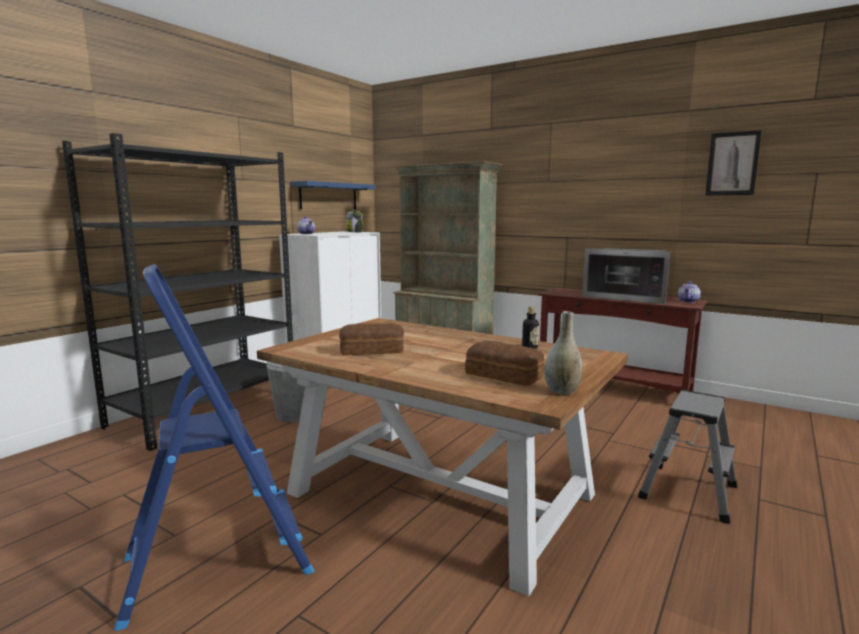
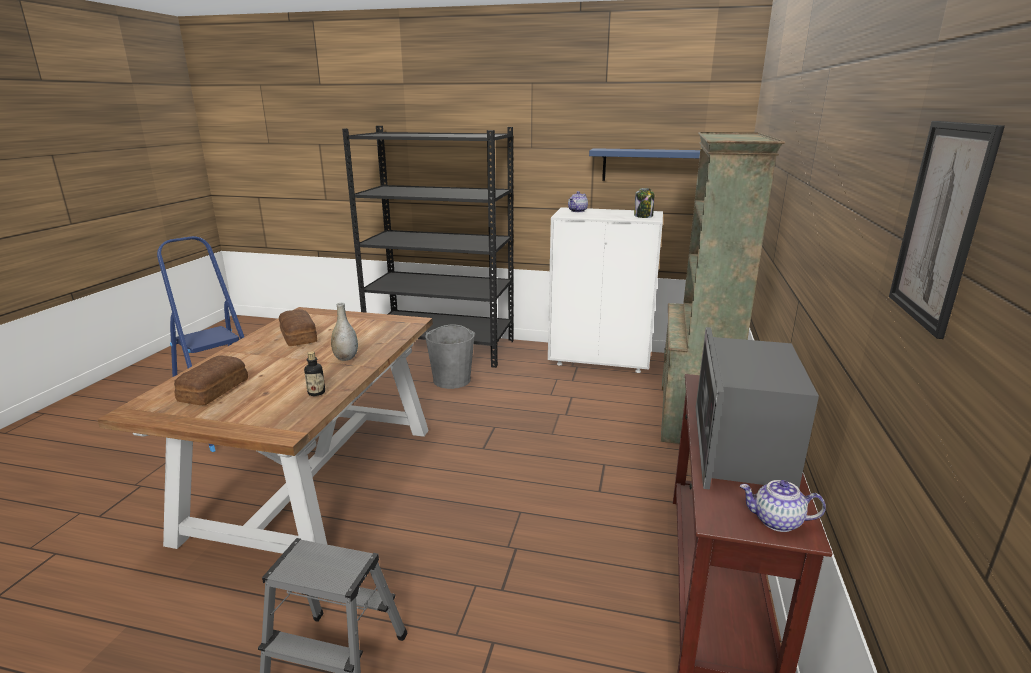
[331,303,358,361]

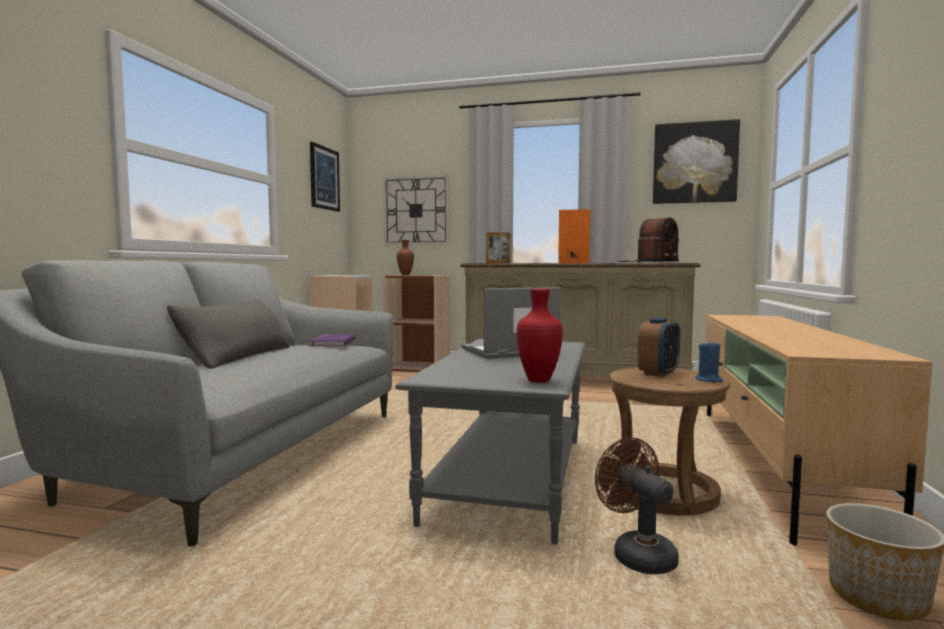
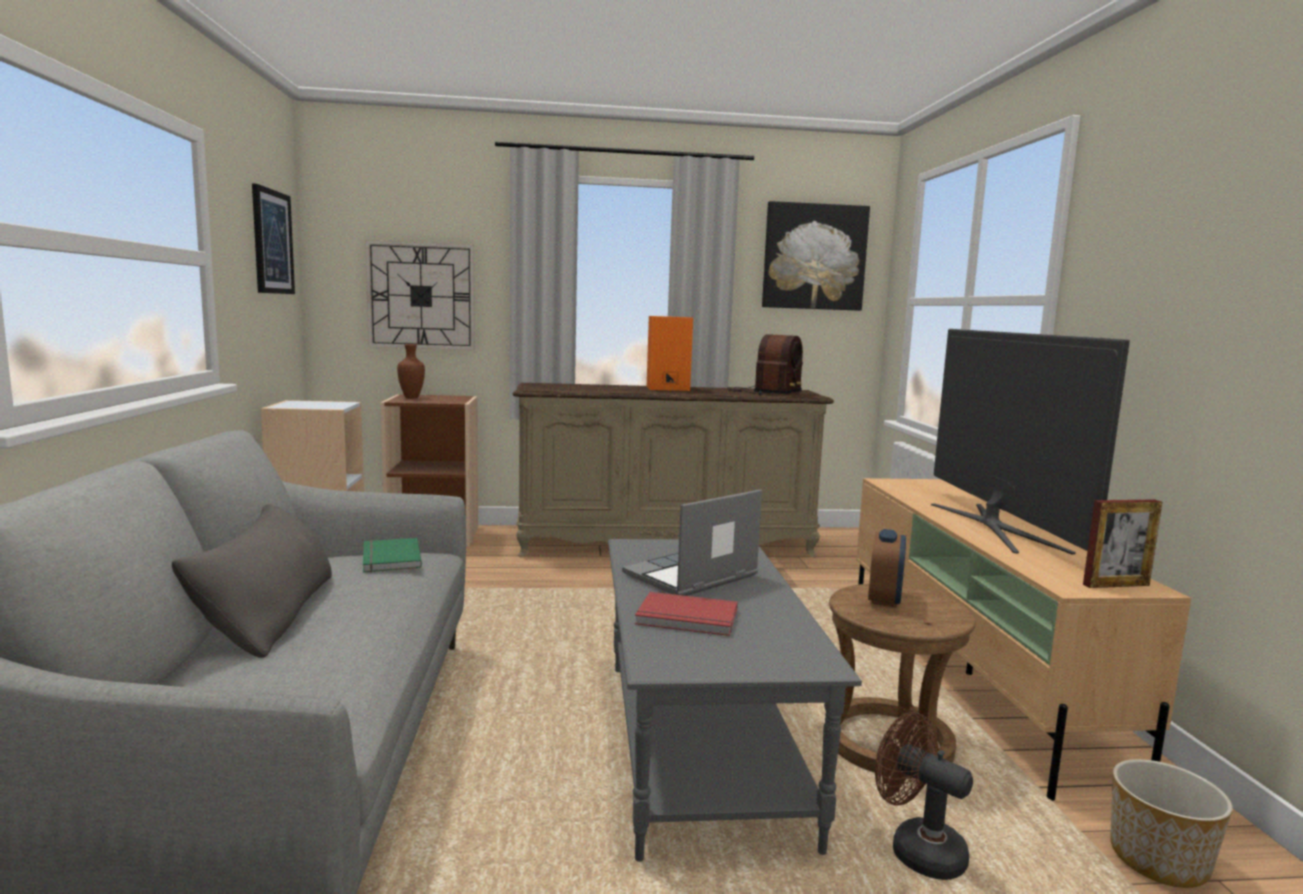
[517,289,563,383] (first image)
[695,341,723,383] (first image)
[635,592,737,636]
[931,329,1130,554]
[1083,500,1162,588]
[363,538,422,572]

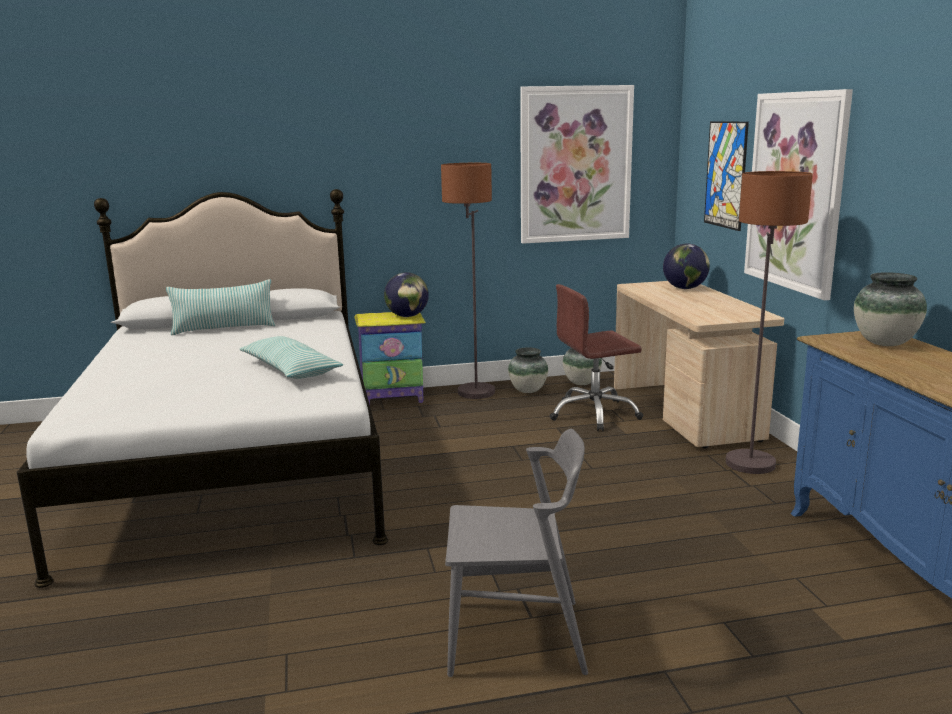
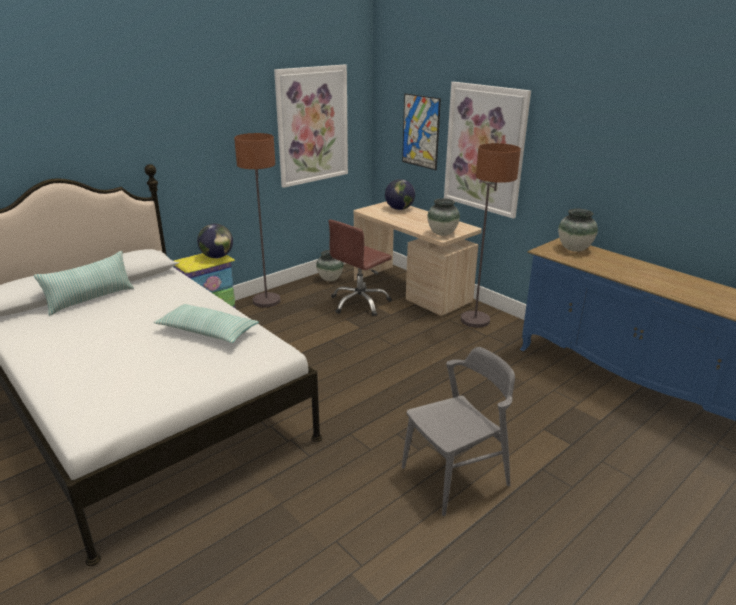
[427,198,460,236]

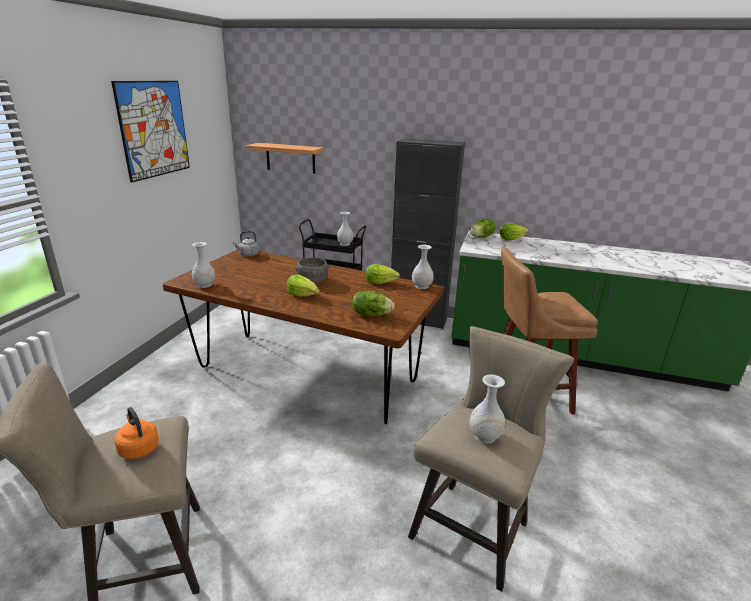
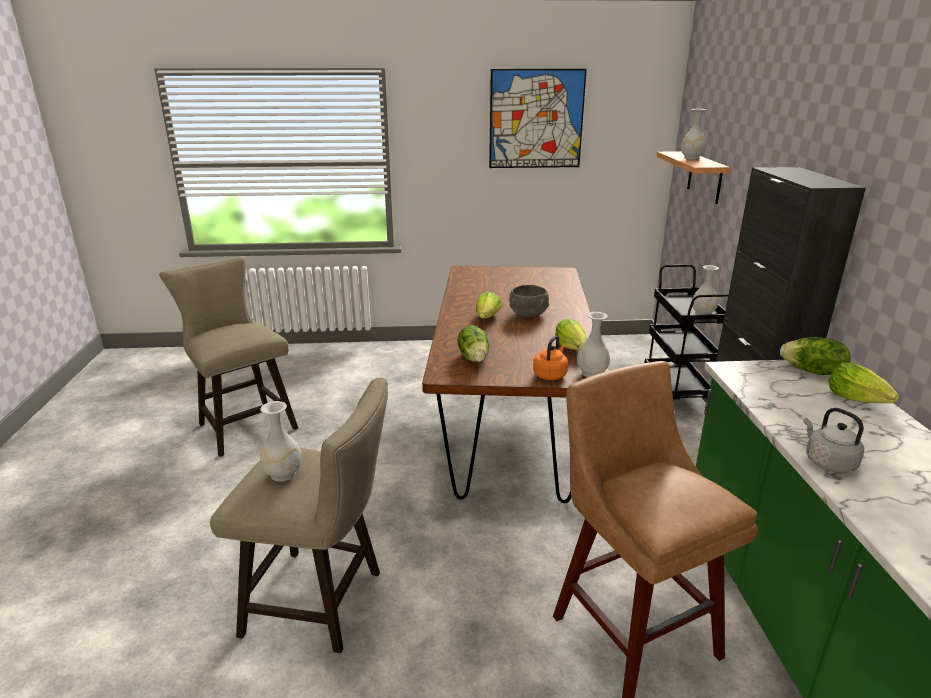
[533,336,568,380]
[681,109,706,160]
[804,408,864,473]

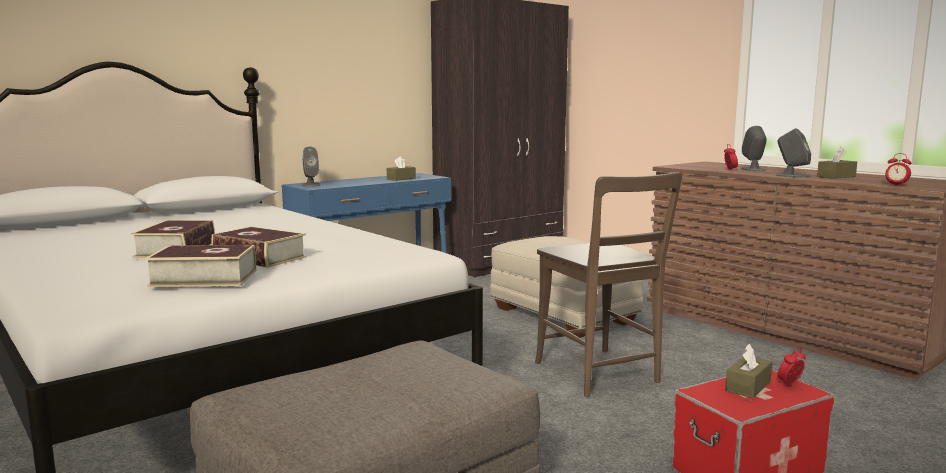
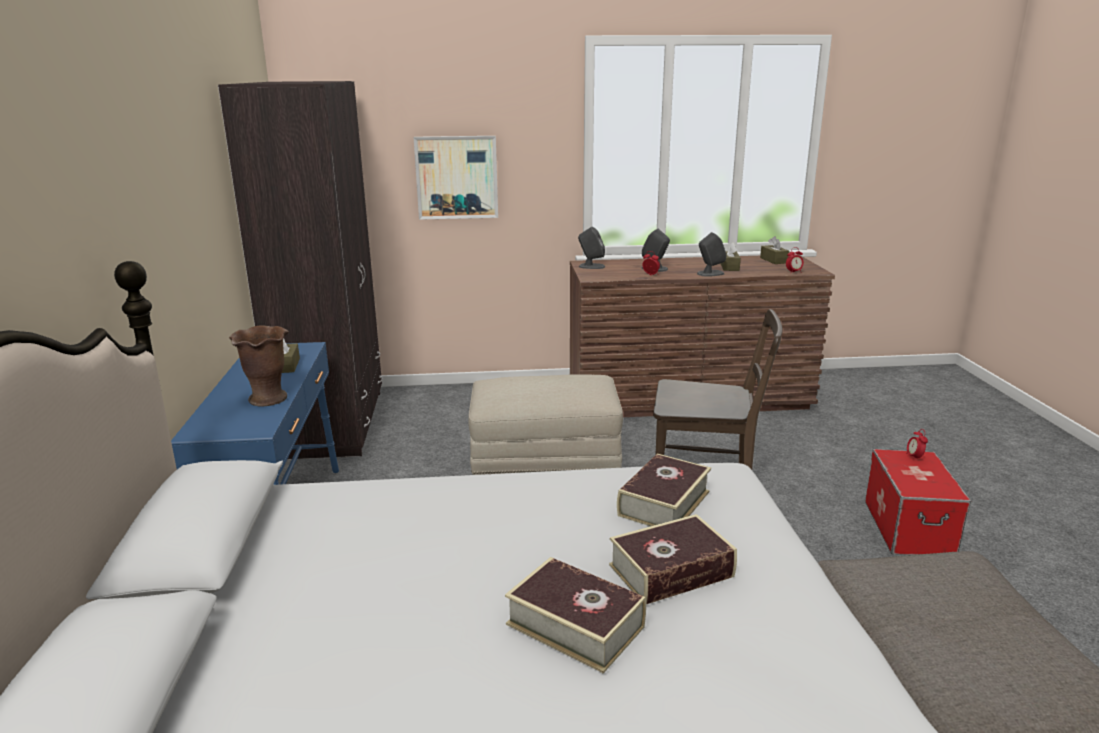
[229,325,289,407]
[413,136,498,220]
[617,453,711,526]
[578,227,605,269]
[760,236,790,264]

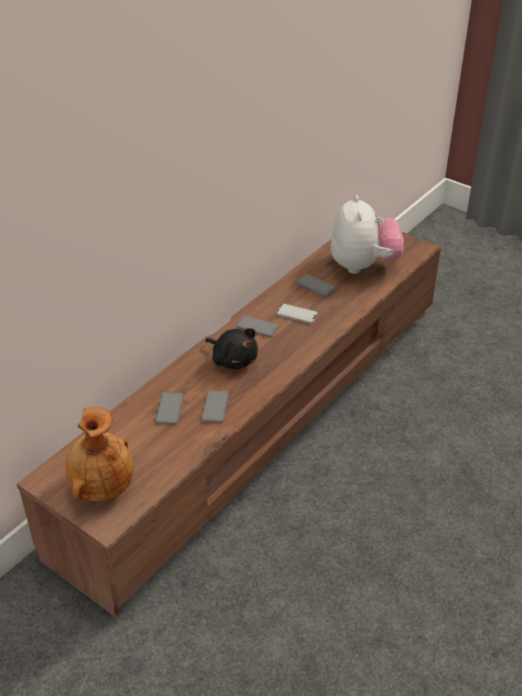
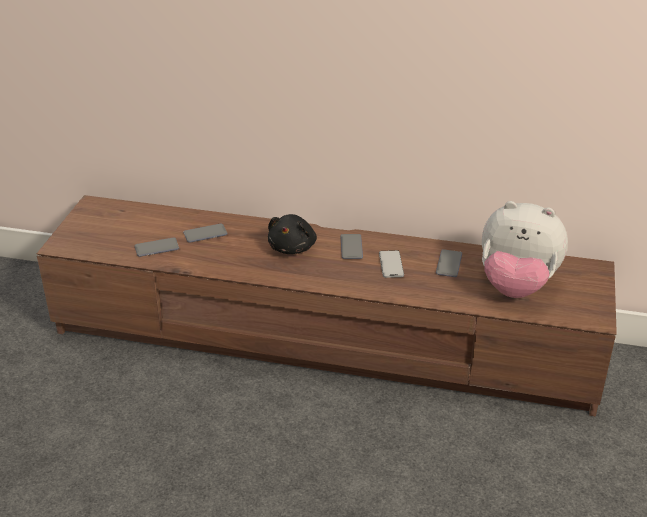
[66,407,133,502] (first image)
[135,237,179,257]
[482,201,568,298]

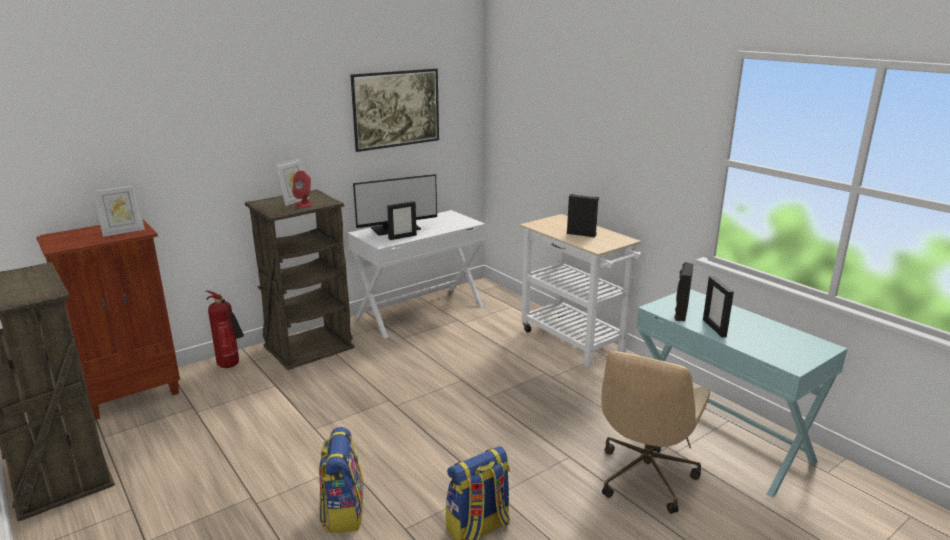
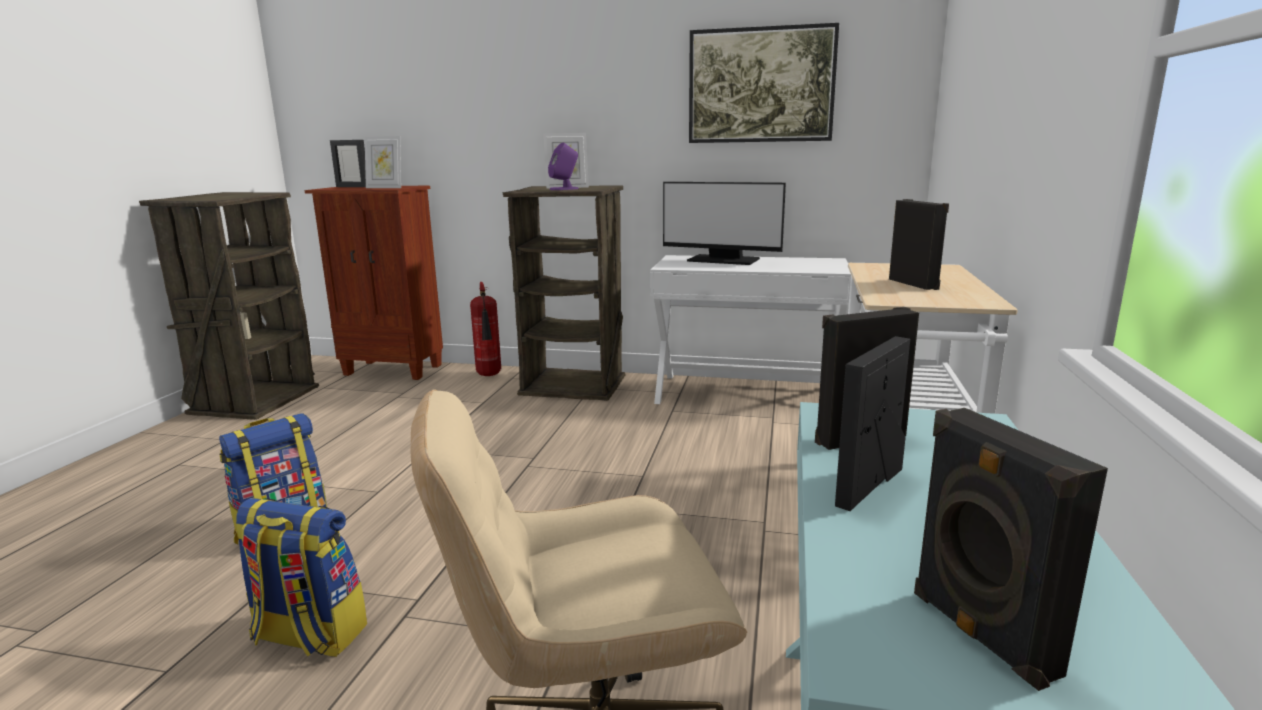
[914,408,1108,691]
[330,140,366,187]
[548,143,579,190]

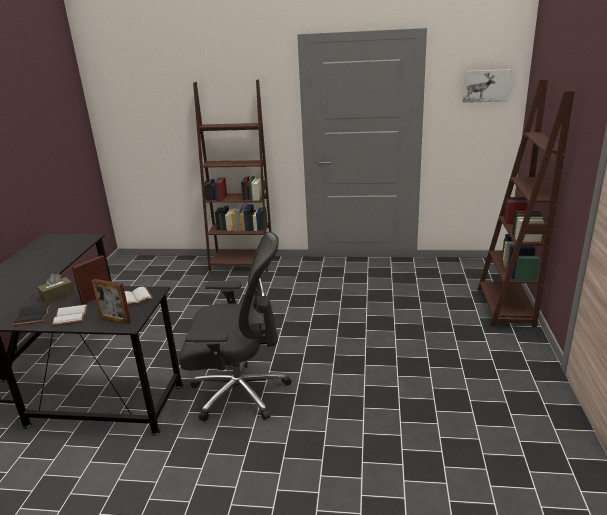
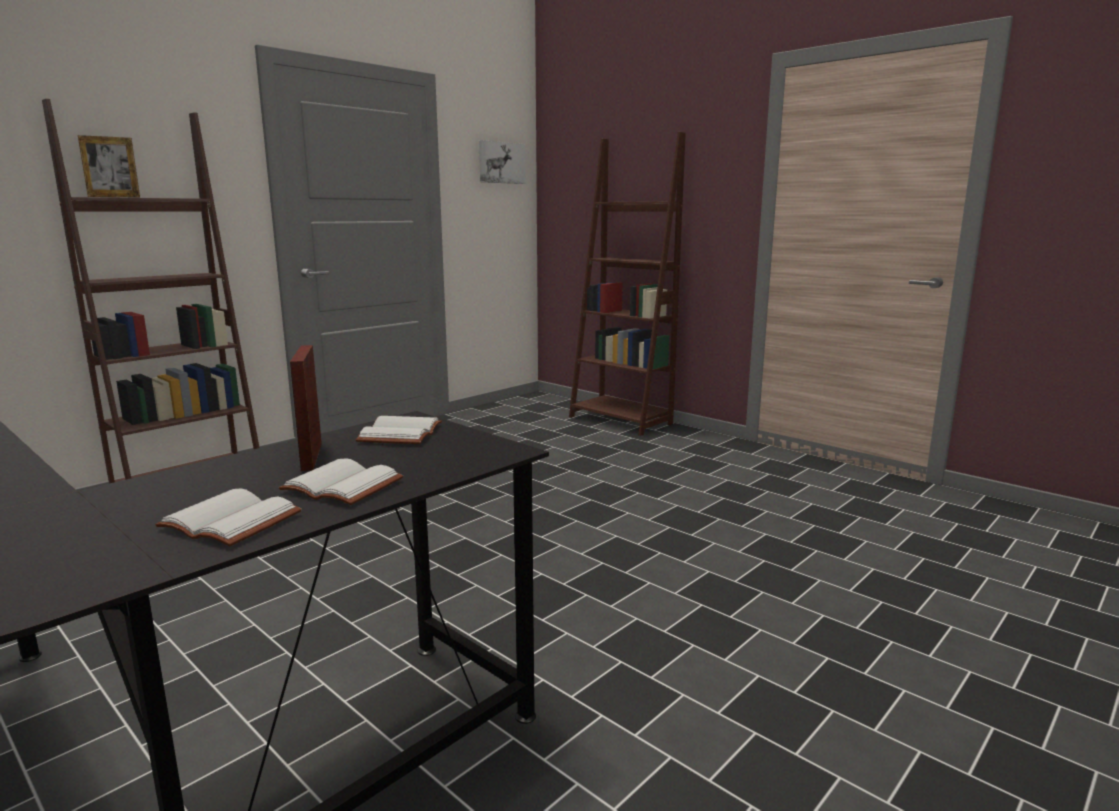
[37,273,75,303] (first image)
[179,232,292,422] (first image)
[78,135,140,197]
[155,488,302,546]

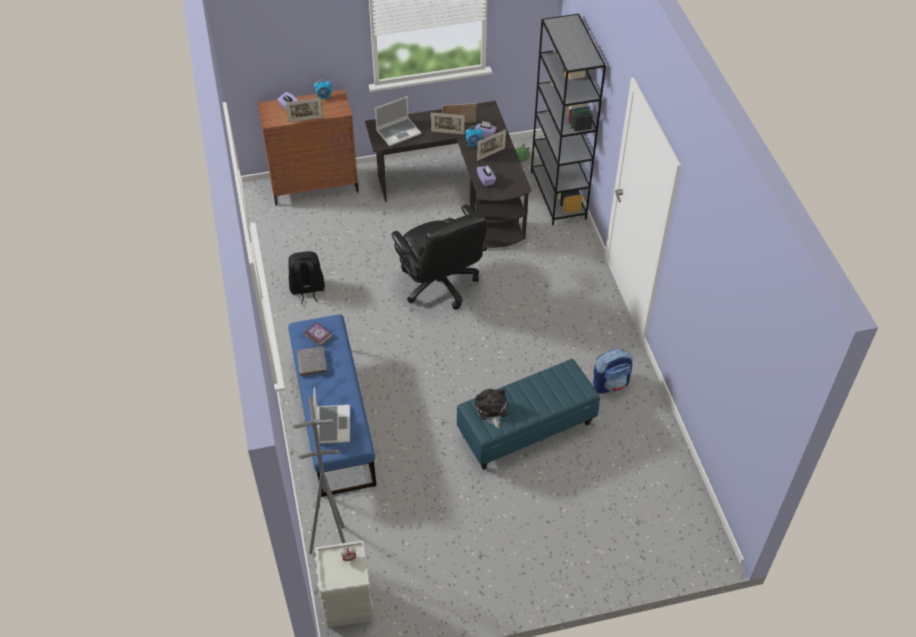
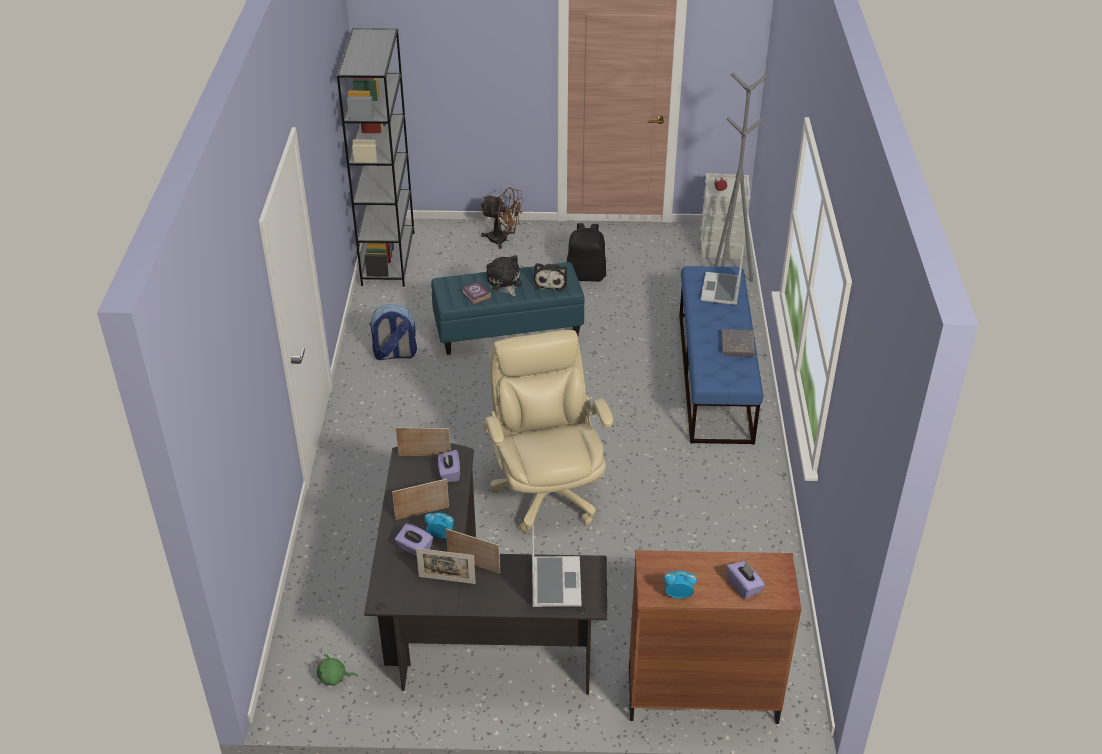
[480,187,524,249]
[486,255,522,296]
[396,427,451,456]
[567,223,606,282]
[462,281,491,305]
[337,28,415,287]
[484,330,613,533]
[532,525,582,607]

